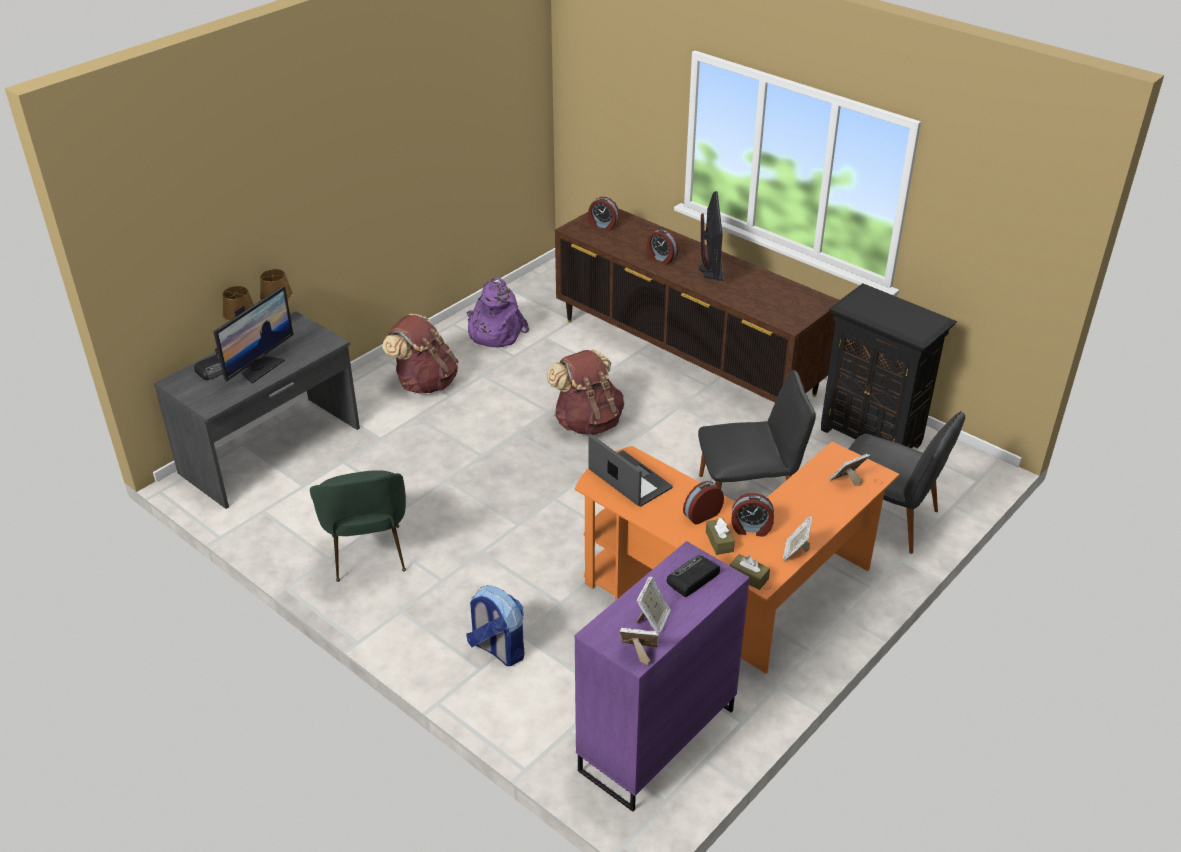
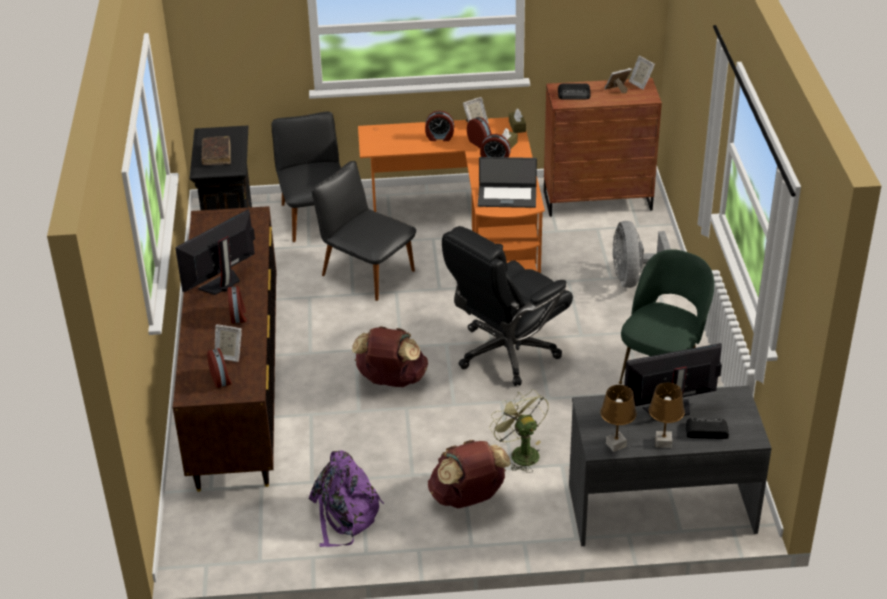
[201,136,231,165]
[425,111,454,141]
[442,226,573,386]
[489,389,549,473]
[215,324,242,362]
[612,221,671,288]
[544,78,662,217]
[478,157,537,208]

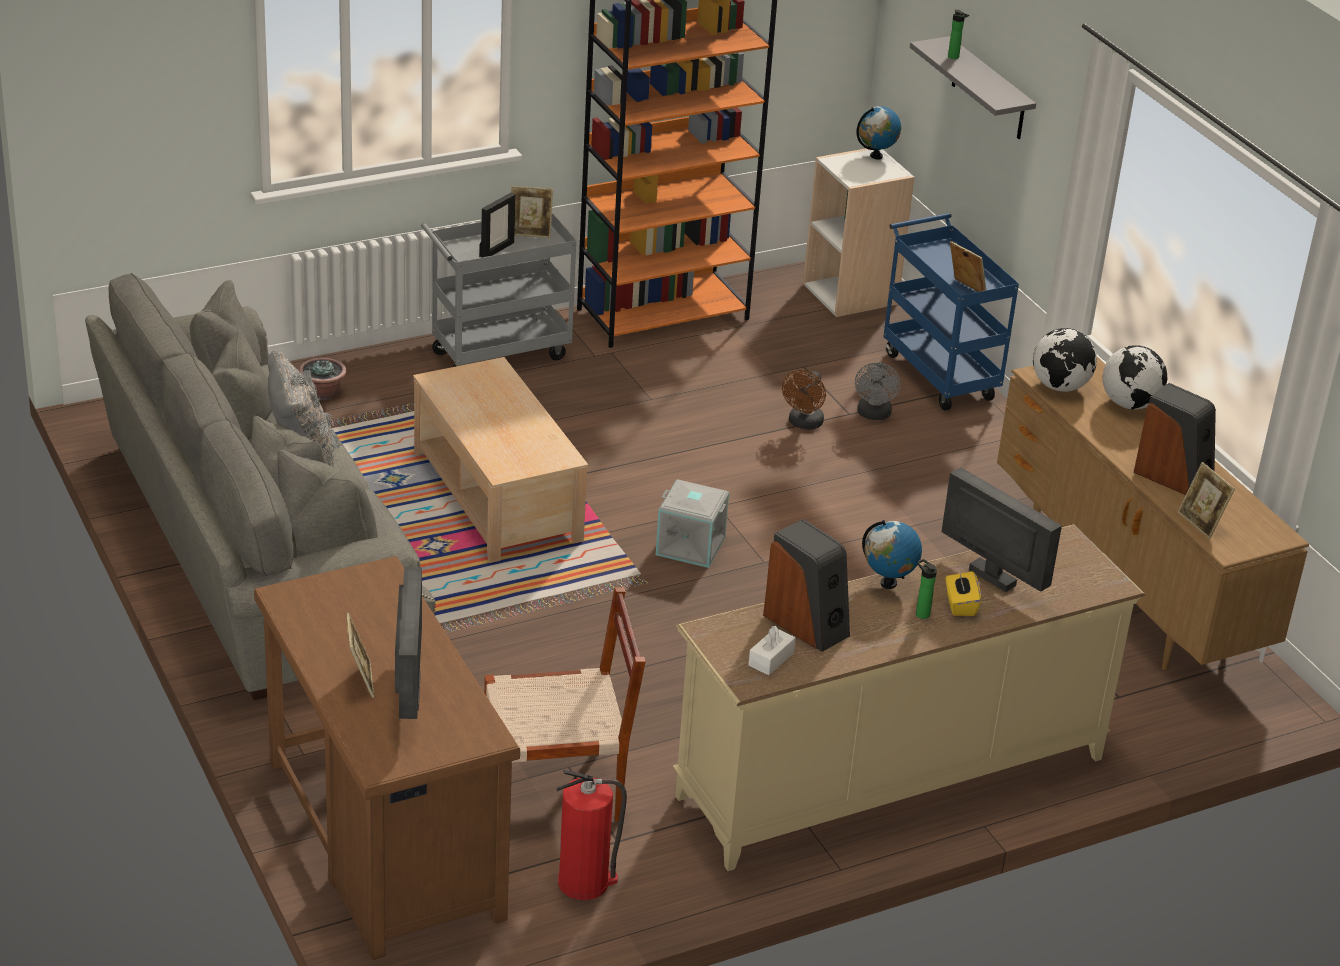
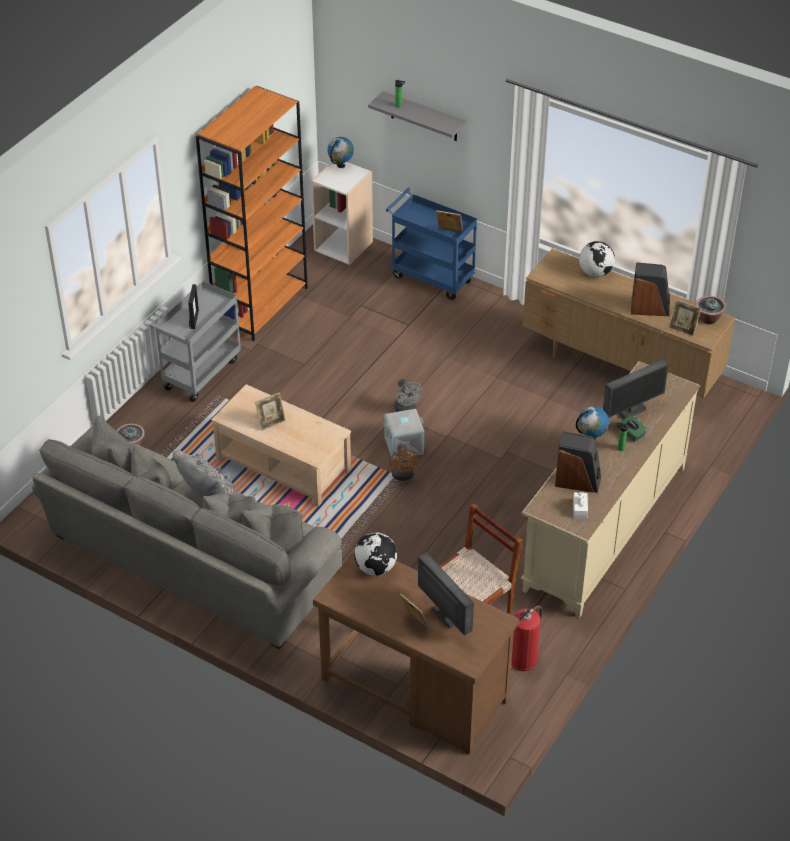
[696,296,726,324]
[255,392,286,431]
[390,444,419,481]
[394,379,423,412]
[354,533,397,576]
[620,414,647,442]
[603,359,669,419]

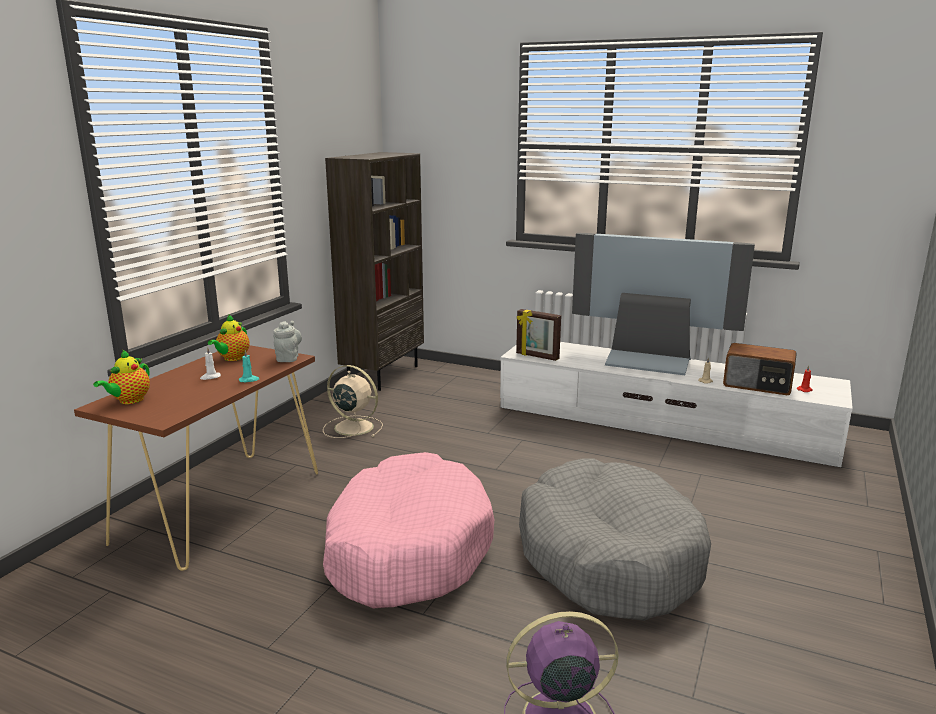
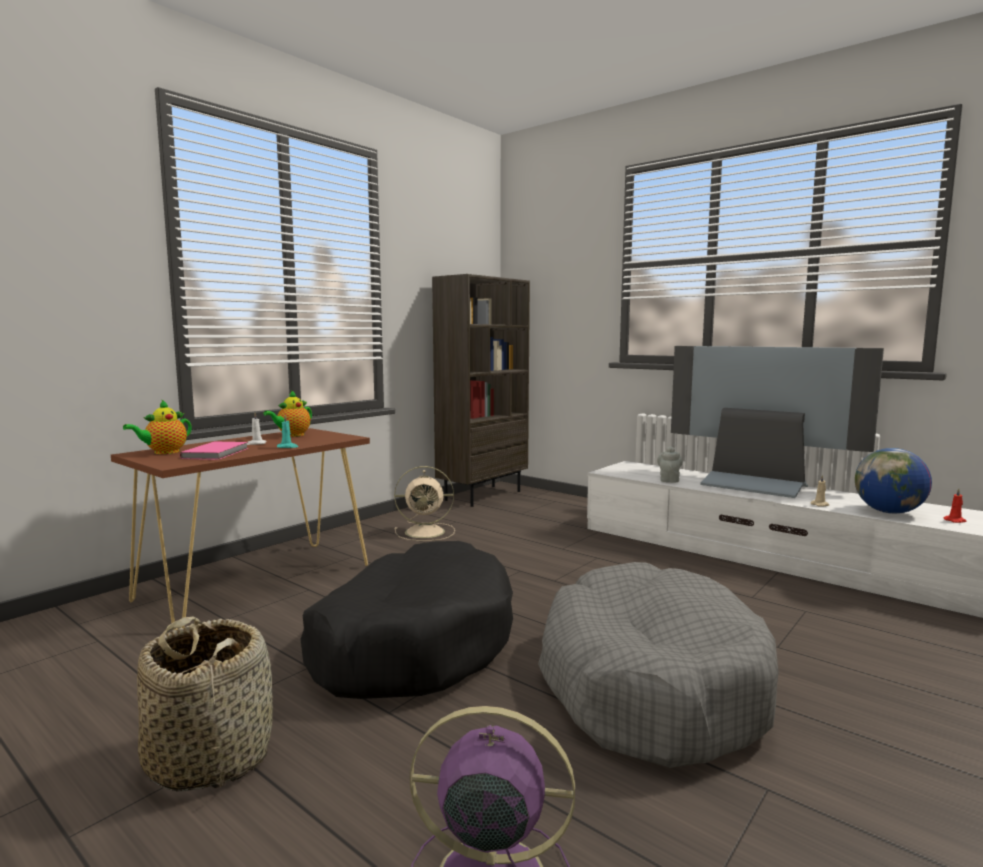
[516,309,561,361] (first image)
[137,616,273,792]
[180,442,248,460]
[657,446,683,483]
[855,448,932,514]
[301,541,513,699]
[394,466,455,541]

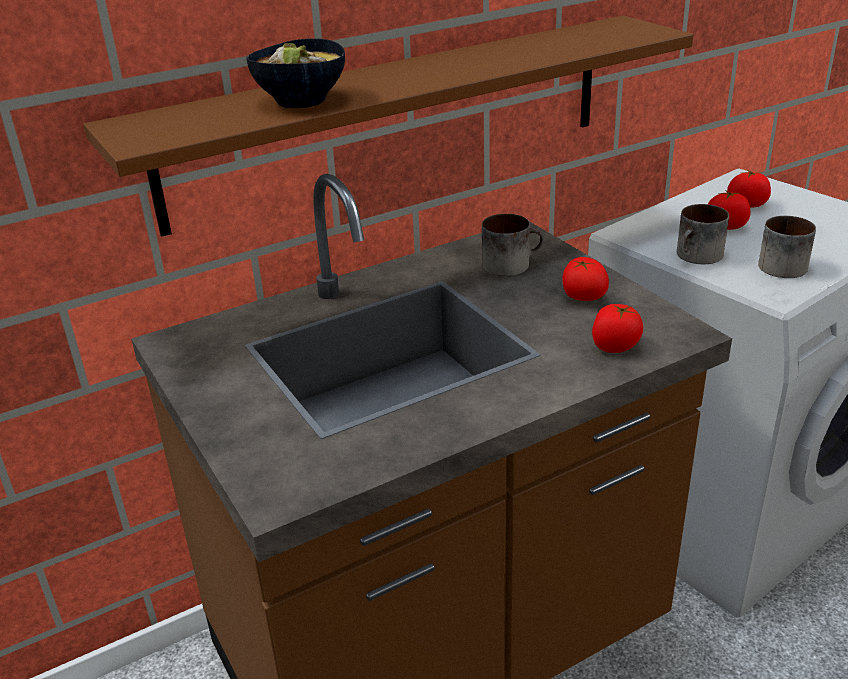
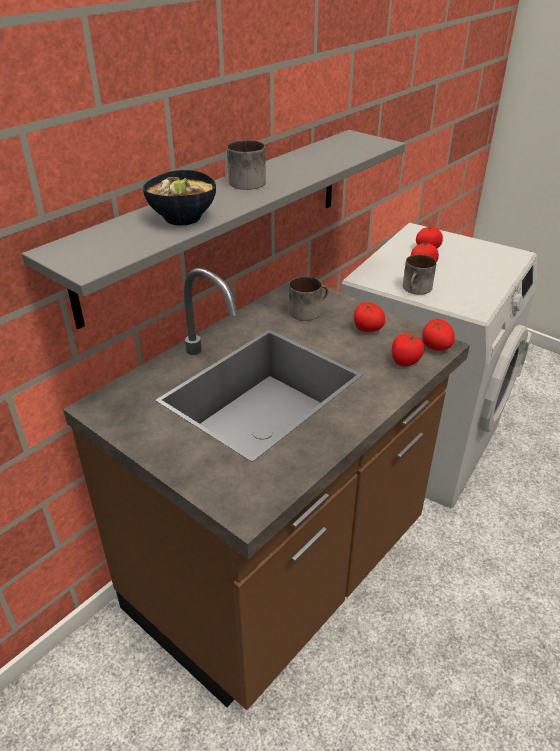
[422,319,455,351]
[227,140,266,190]
[22,130,405,329]

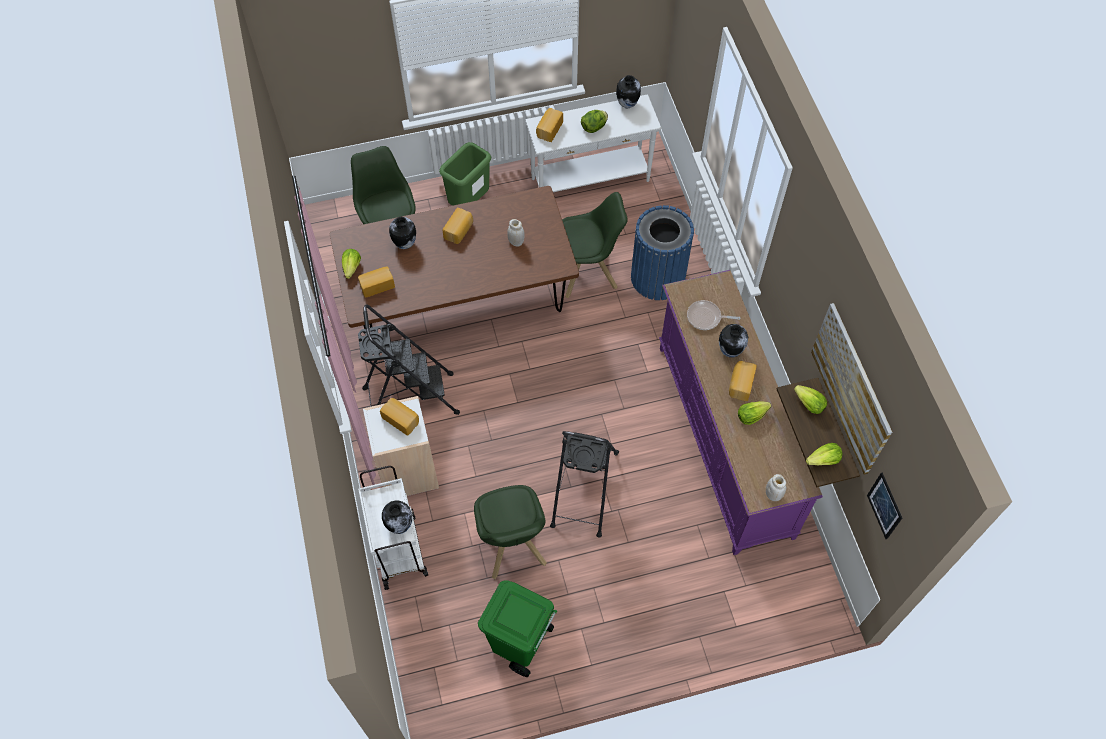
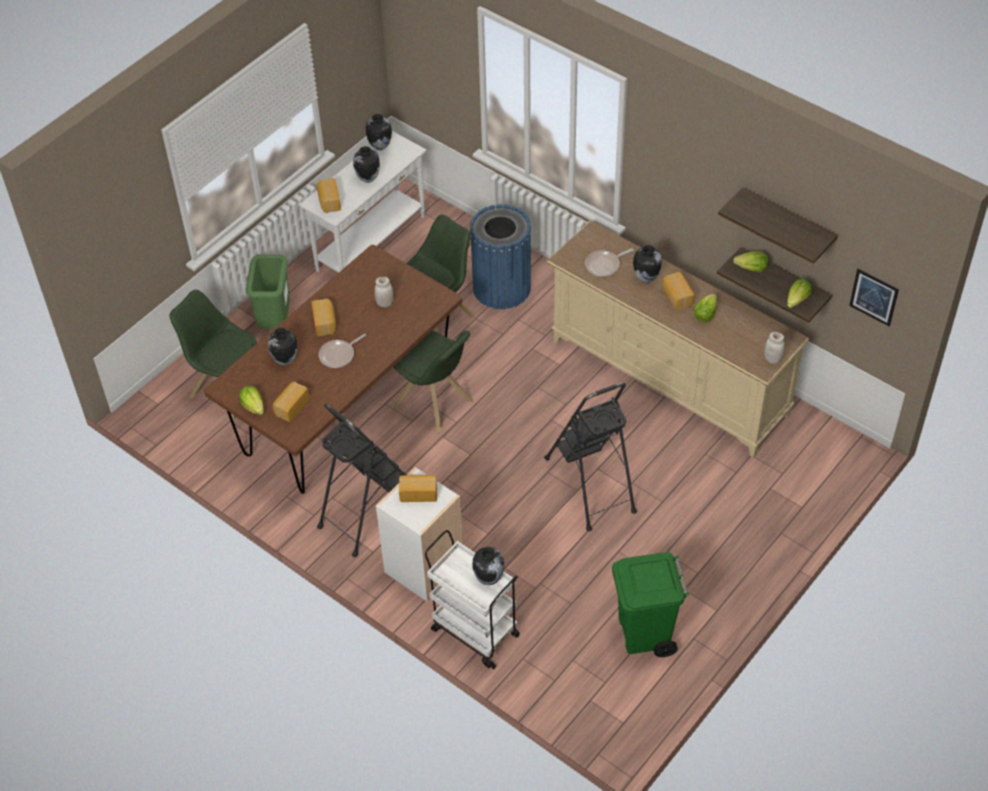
[319,334,366,368]
[394,331,473,434]
[353,146,380,183]
[718,188,838,264]
[546,220,809,458]

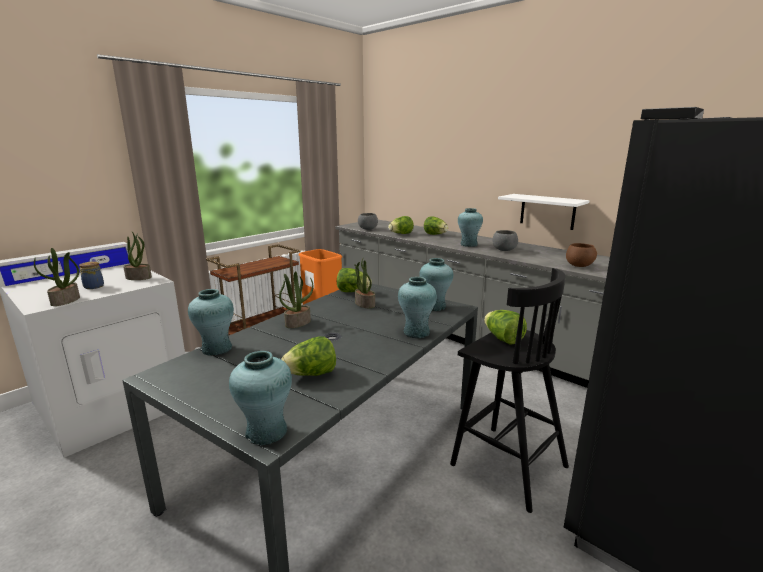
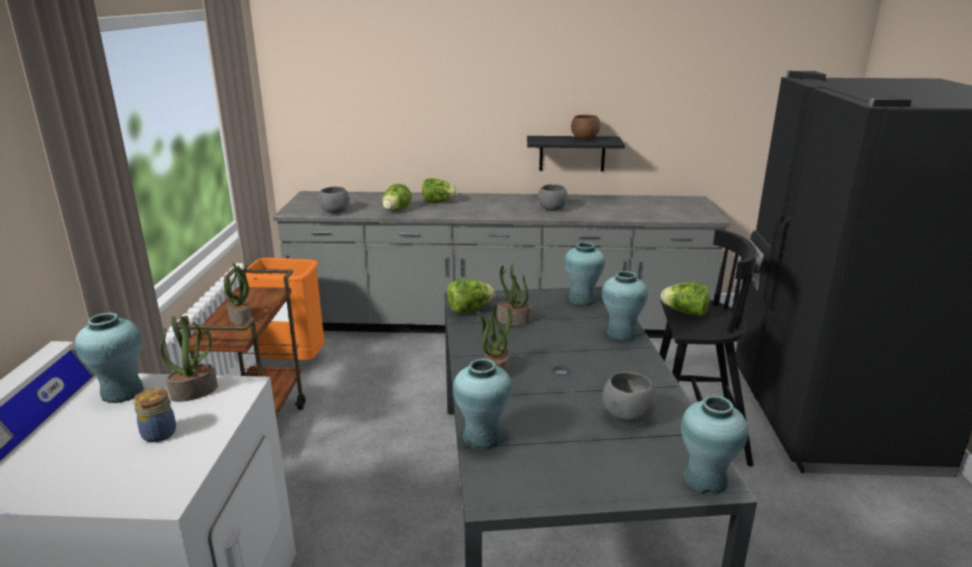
[224,263,252,326]
[75,313,144,403]
[571,115,601,140]
[603,372,657,422]
[527,136,625,172]

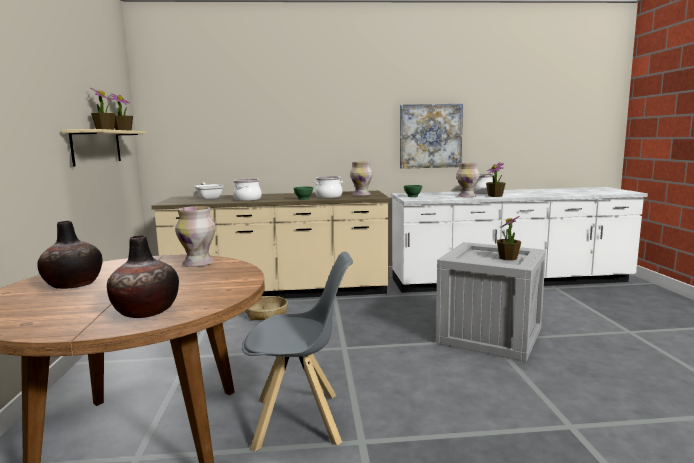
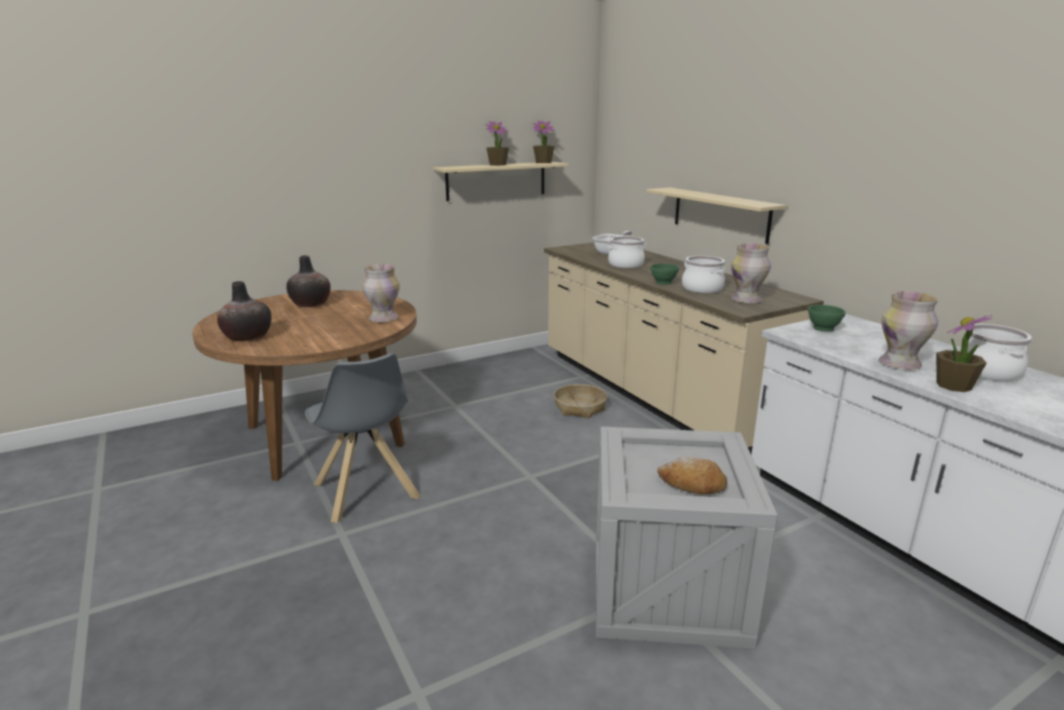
[400,104,463,169] (first image)
[646,187,786,244]
[657,457,727,494]

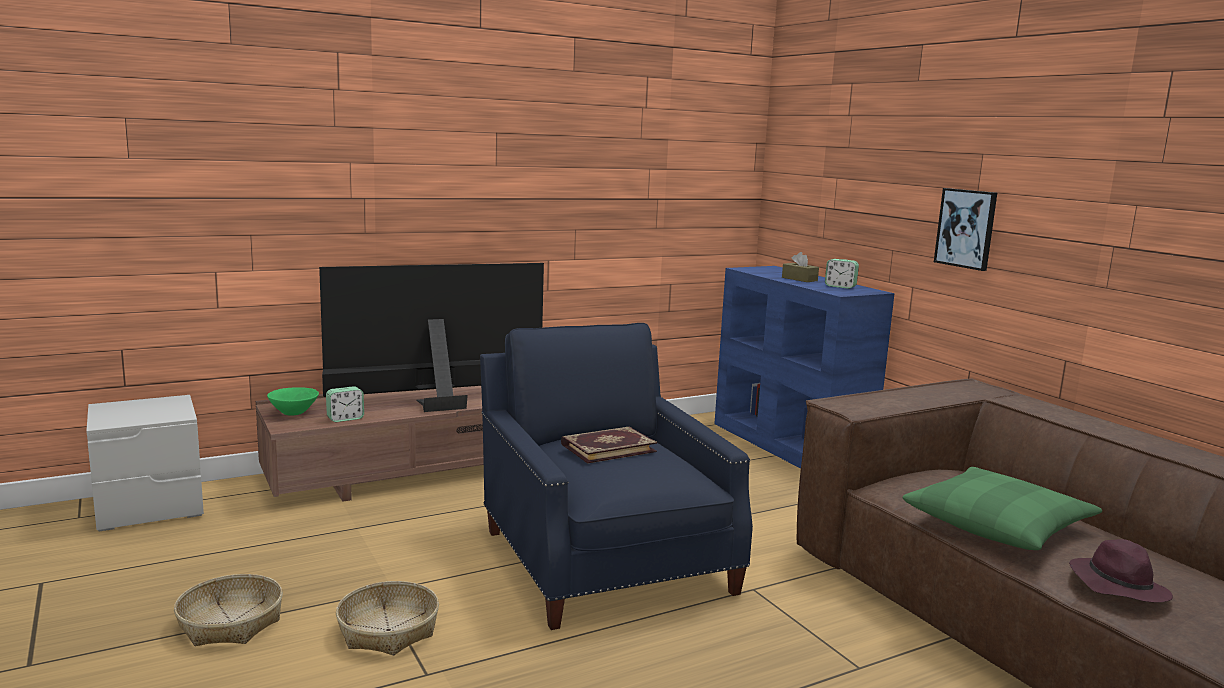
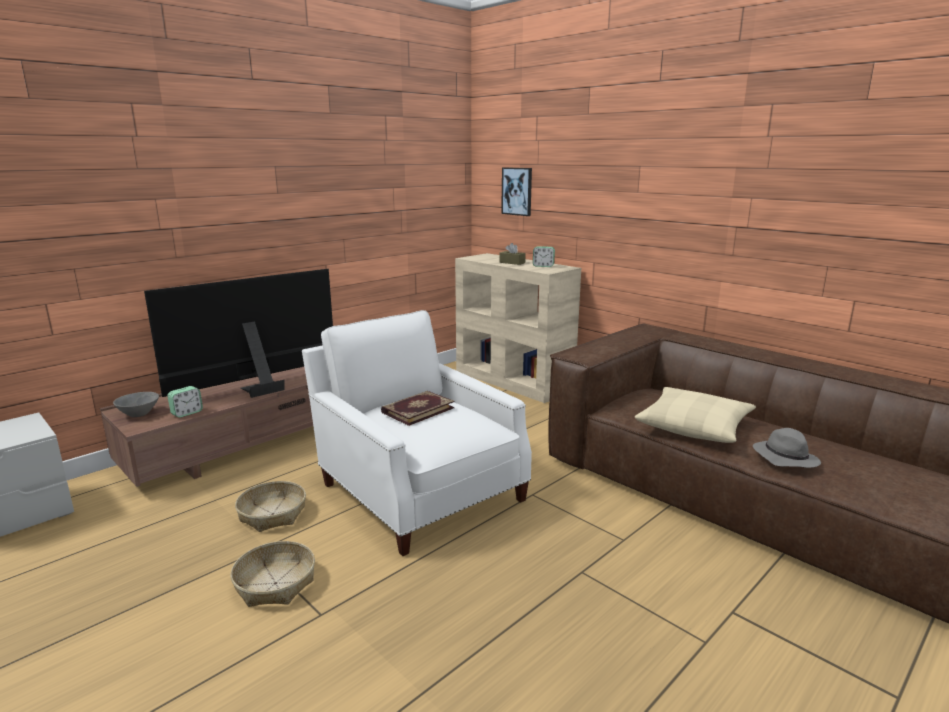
[235,481,306,532]
[501,167,532,216]
[113,392,159,417]
[302,310,532,556]
[455,253,581,403]
[635,387,756,443]
[753,428,821,468]

